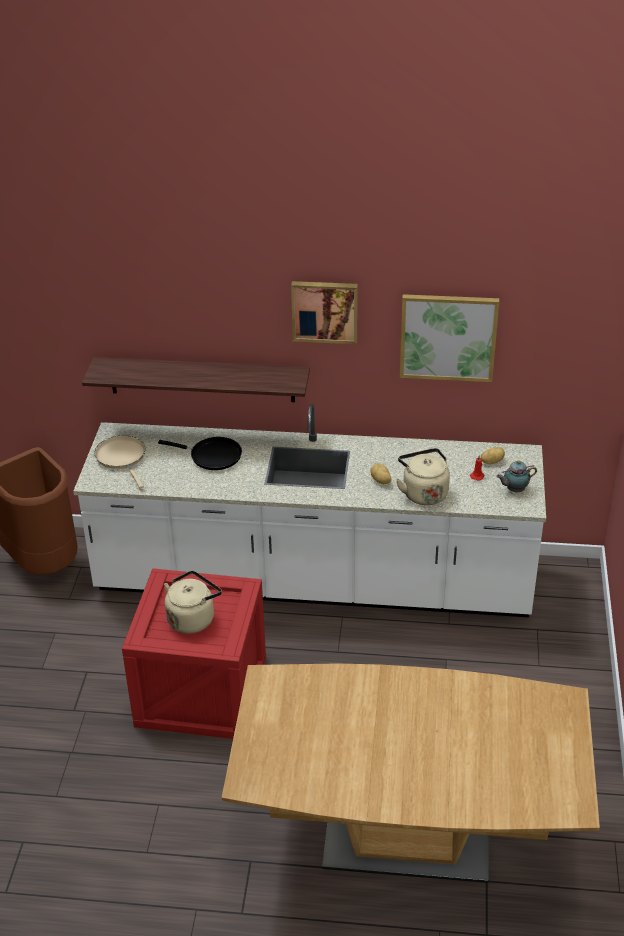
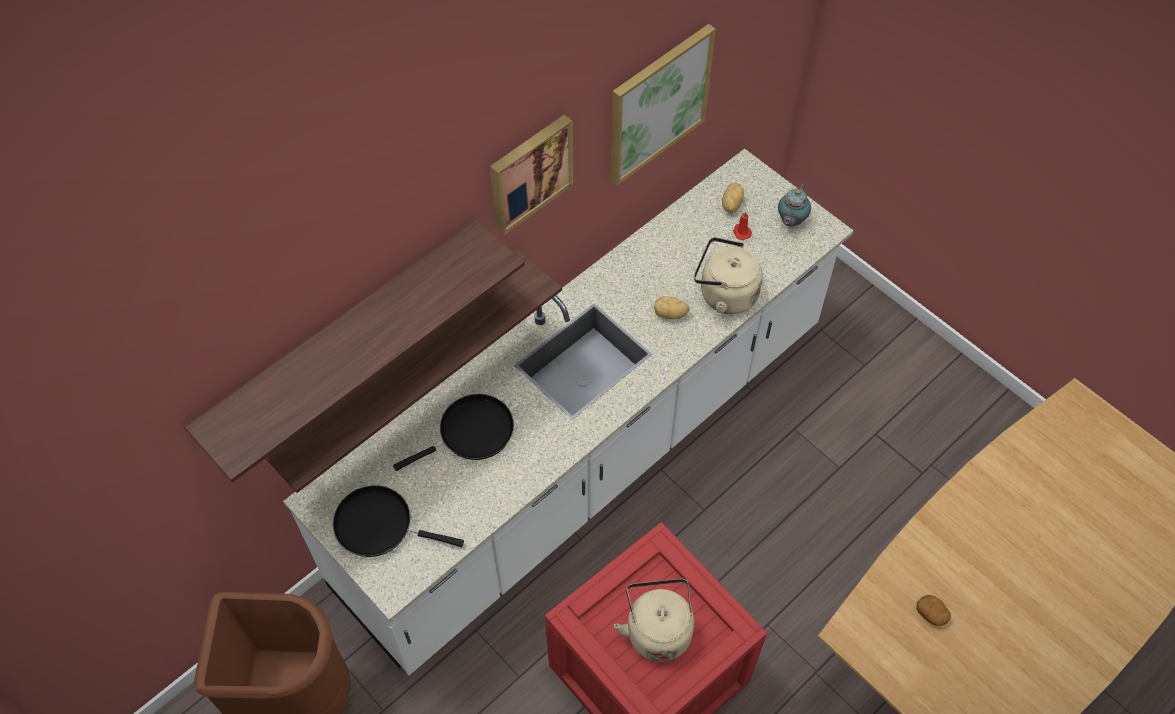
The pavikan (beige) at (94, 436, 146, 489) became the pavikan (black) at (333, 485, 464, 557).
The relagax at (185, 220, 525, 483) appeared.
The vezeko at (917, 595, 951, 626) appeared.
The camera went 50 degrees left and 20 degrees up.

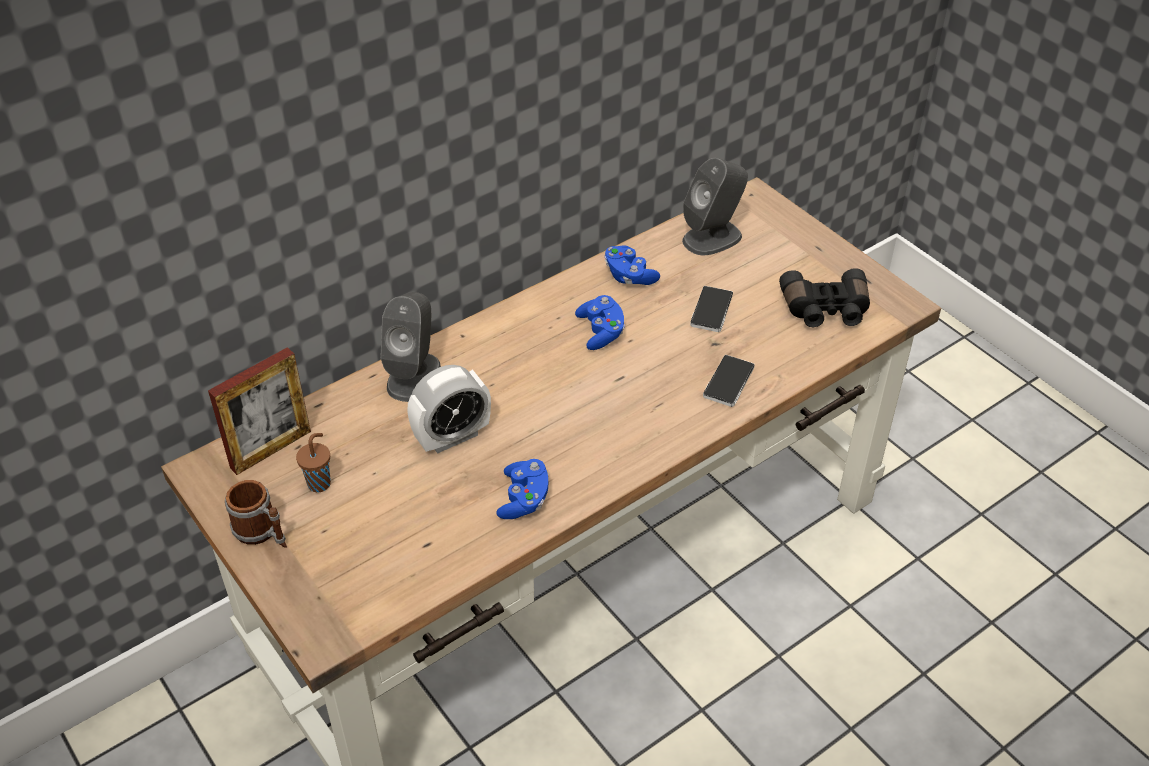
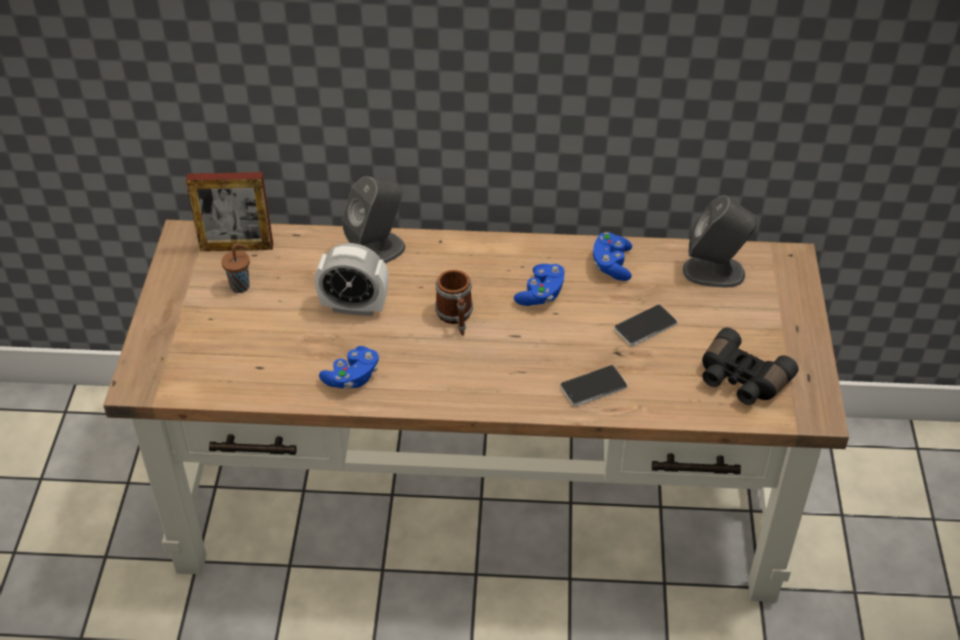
The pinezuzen moved from (225, 480, 287, 548) to (435, 270, 473, 336).
The camera went 40 degrees right and 0 degrees up.

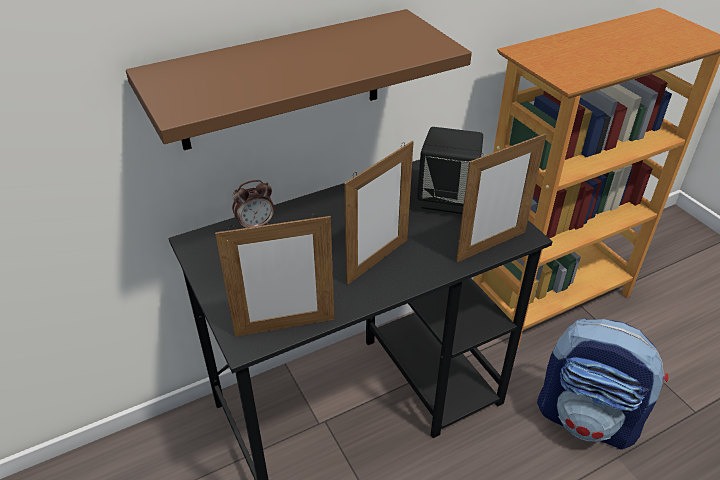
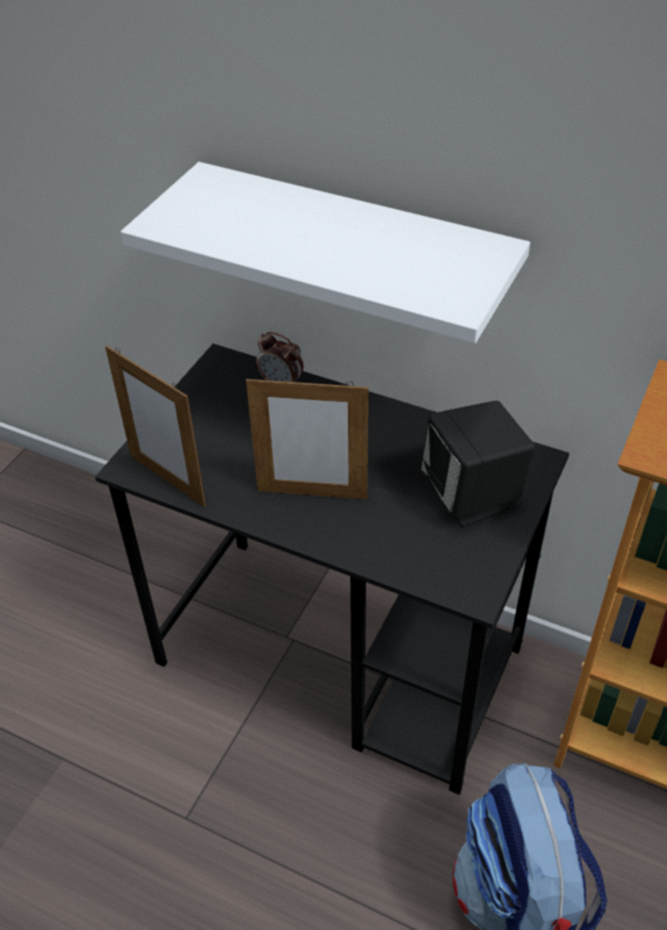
The relagax (brown) at (126, 9, 472, 150) became the relagax (white) at (121, 162, 530, 344).
The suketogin at (456, 133, 547, 262) disappeared.
The camera went 55 degrees right and 5 degrees up.

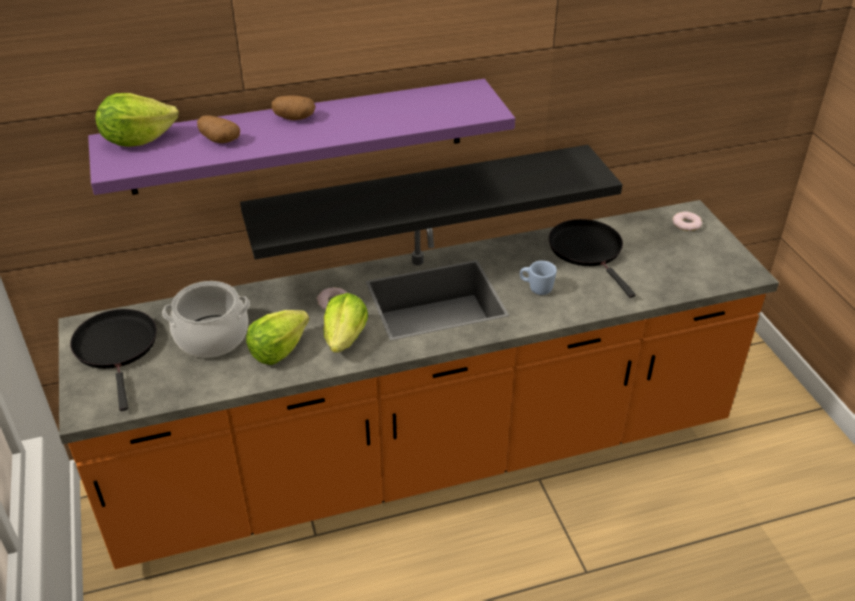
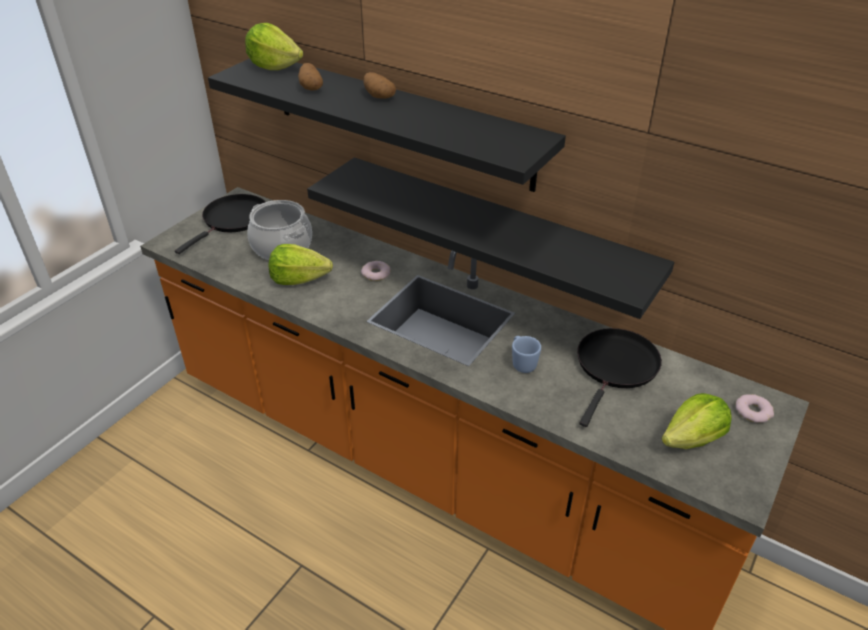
The relagax (purple) at (88, 79, 515, 195) became the relagax (black) at (208, 58, 566, 192).
The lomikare moved from (323, 293, 368, 353) to (662, 393, 732, 449).
The camera went 50 degrees right and 0 degrees up.

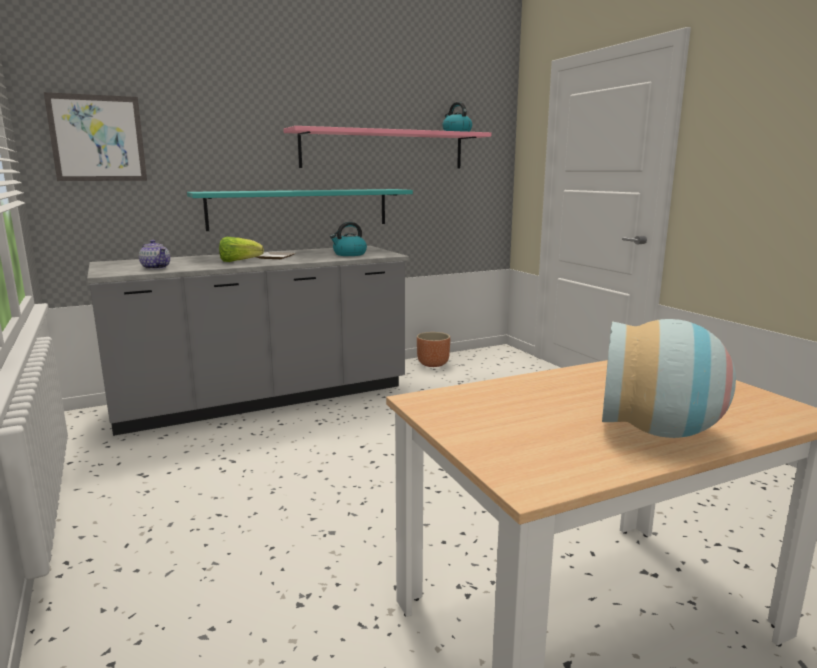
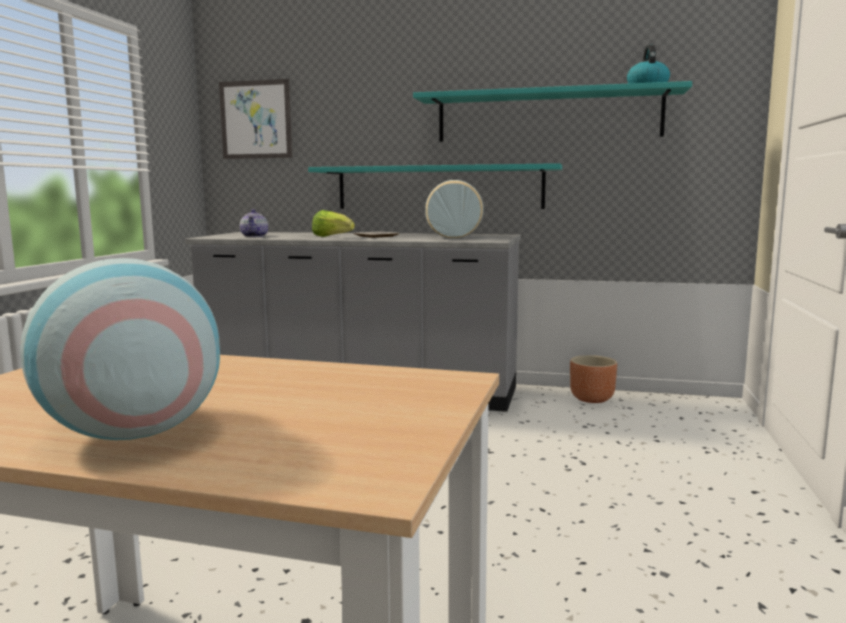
The relagax (pink) at (283, 126, 491, 168) became the relagax (turquoise) at (413, 81, 692, 142).
The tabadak at (330, 222, 367, 256) was replaced by the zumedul at (425, 180, 483, 239).
The camera went 40 degrees right and 5 degrees down.

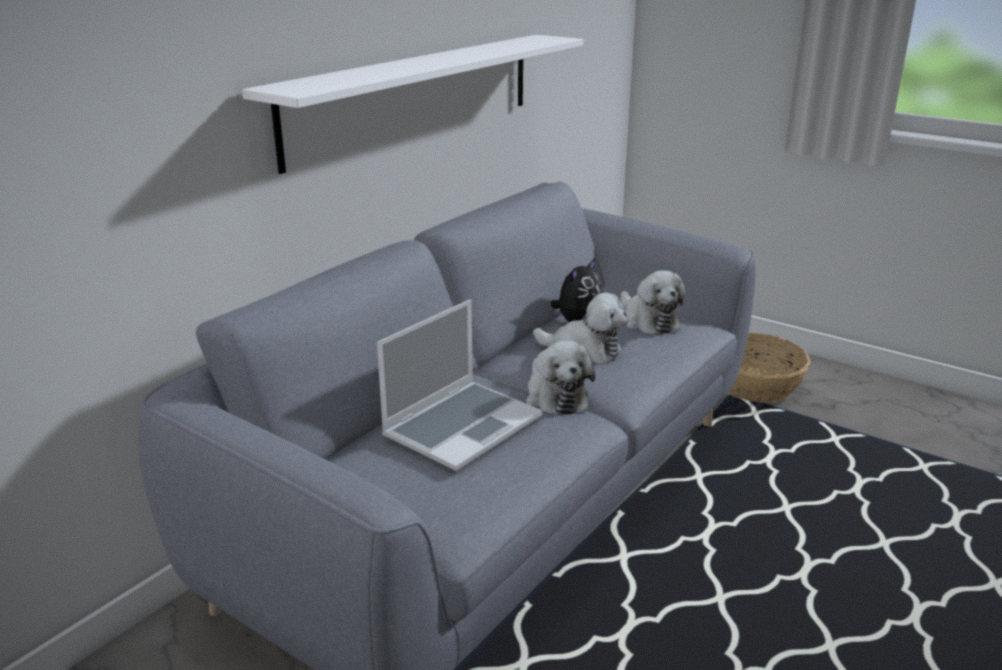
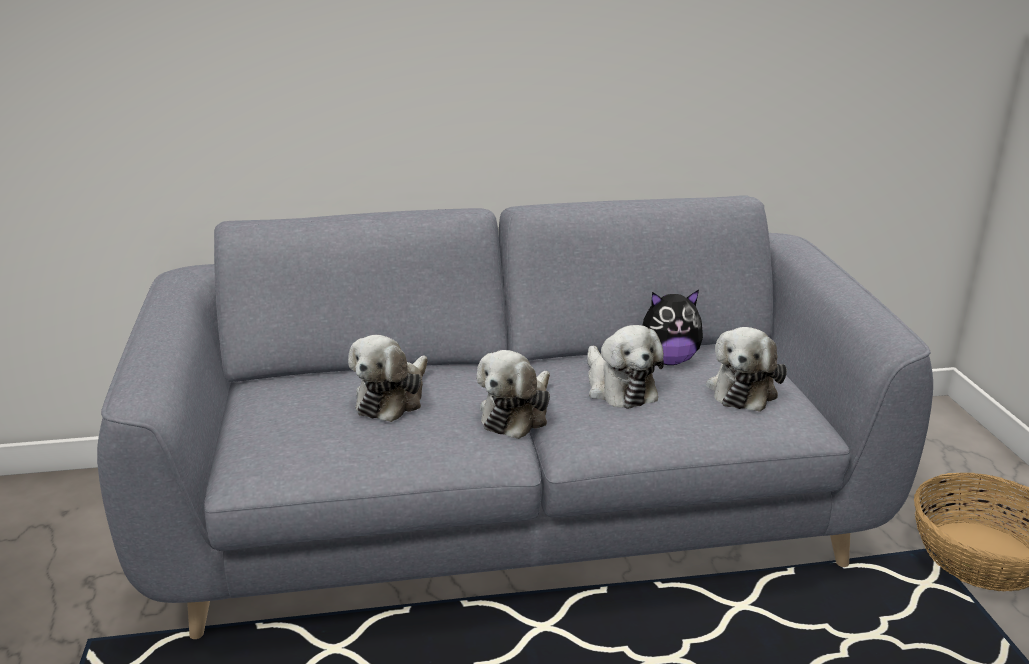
The relagax (white) at (242, 35, 583, 174) disappeared.
The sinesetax at (377, 299, 543, 471) was replaced by the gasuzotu at (348, 335, 428, 422).
The camera went 45 degrees right and 0 degrees up.

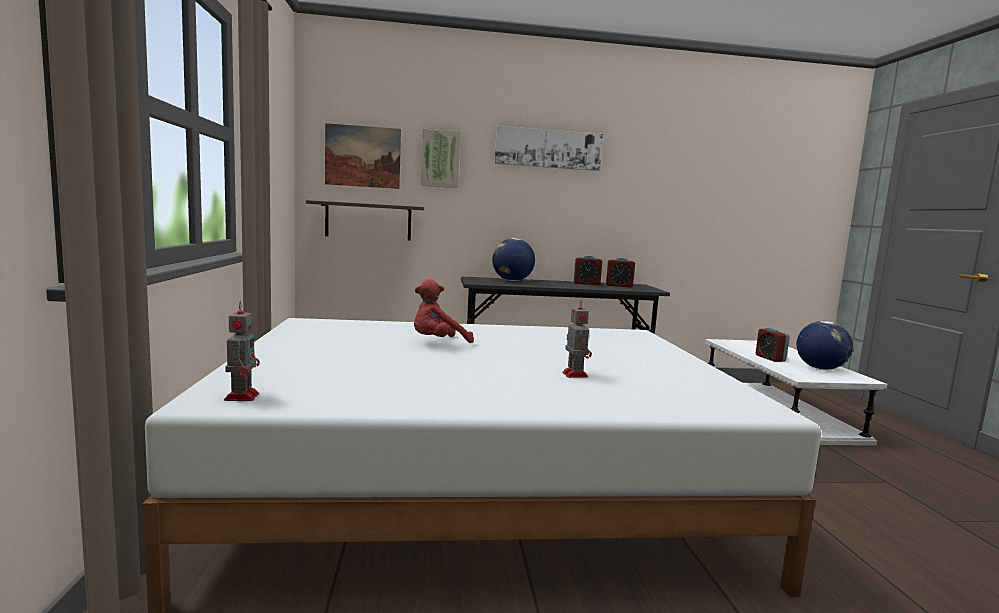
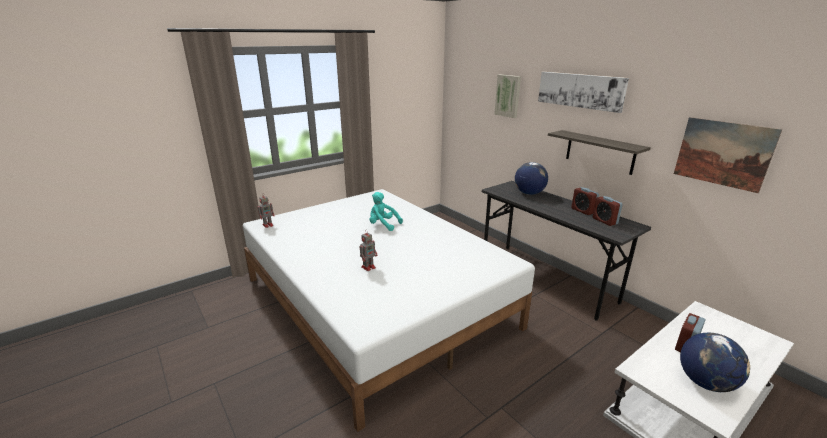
The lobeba moved from (325, 123, 401, 189) to (674, 117, 783, 193).
The relagax moved from (306, 200, 424, 241) to (548, 130, 651, 175).
The gasuzotu (red) at (414, 279, 474, 343) became the gasuzotu (turquoise) at (370, 192, 403, 231).
The camera went 60 degrees right and 15 degrees up.

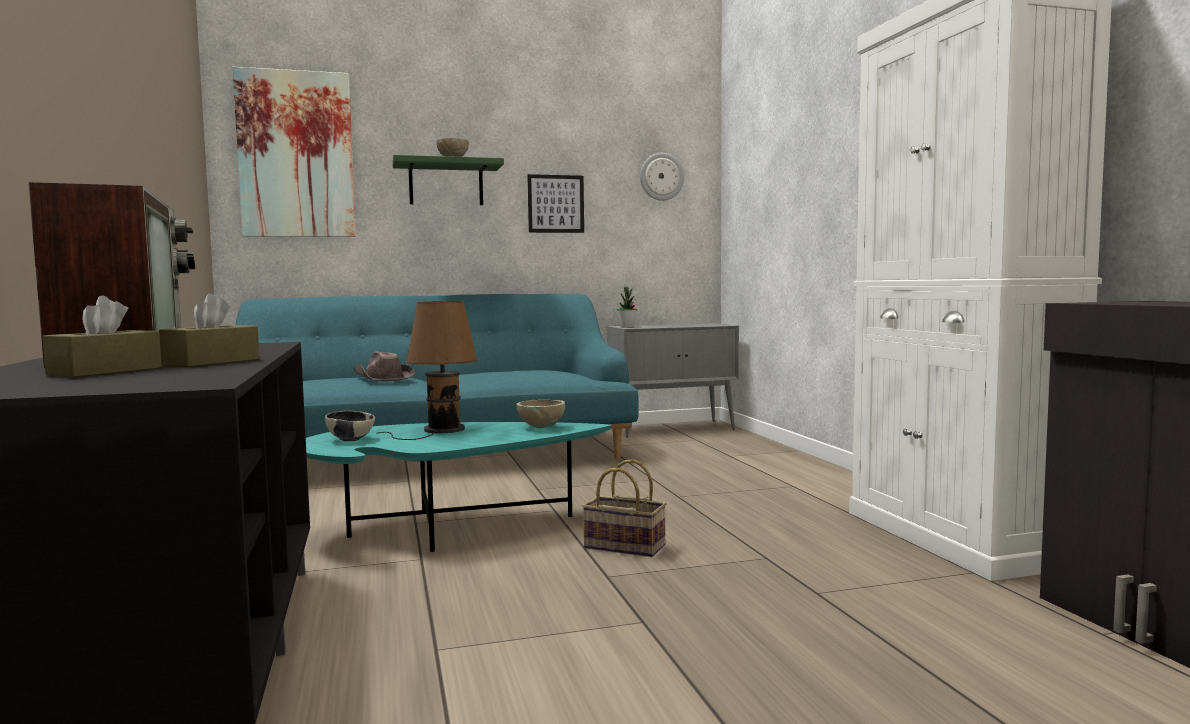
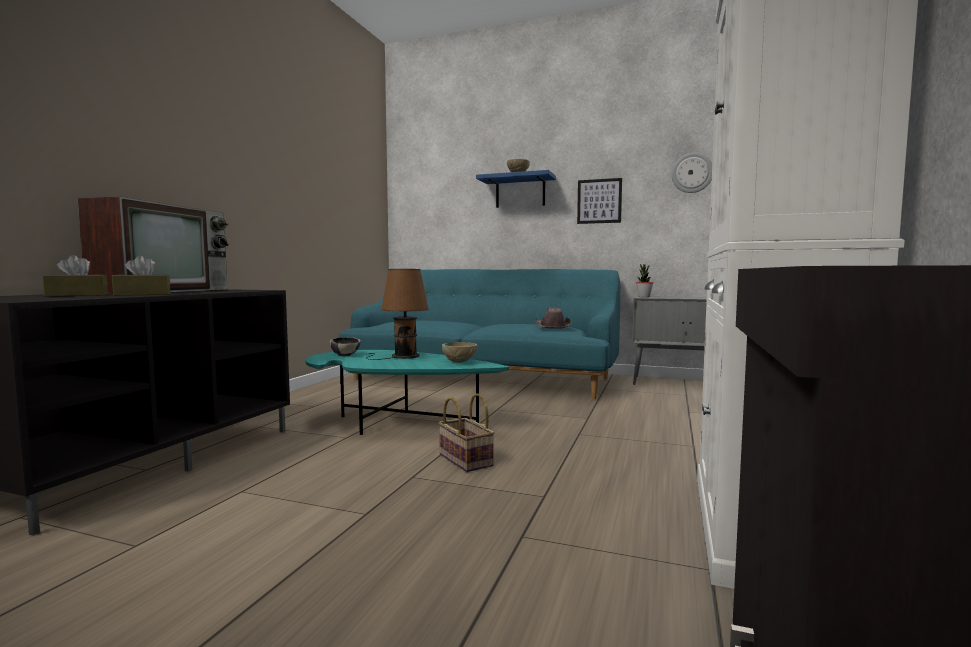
The lobeba at (233, 67, 356, 237) disappeared.
The relagax (green) at (393, 155, 504, 205) became the relagax (blue) at (476, 170, 556, 208).
The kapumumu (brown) moved from (354, 351, 415, 381) to (535, 307, 571, 329).
The camera went 35 degrees right and 0 degrees up.

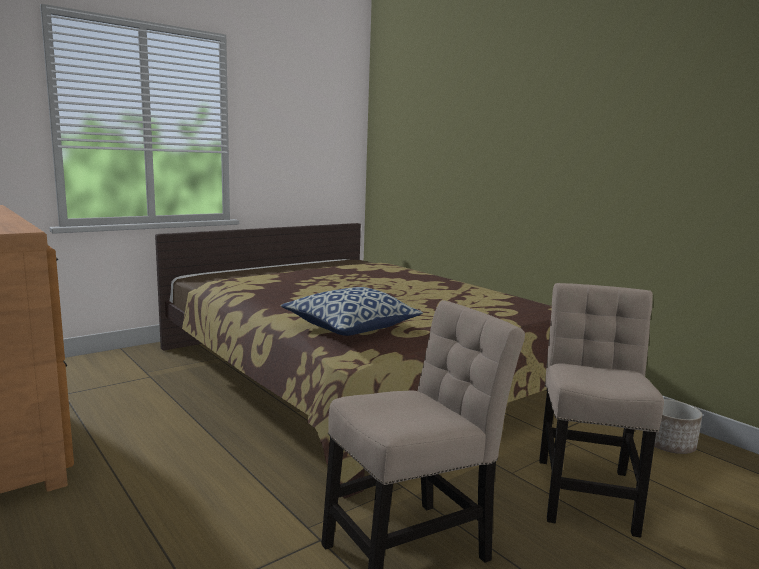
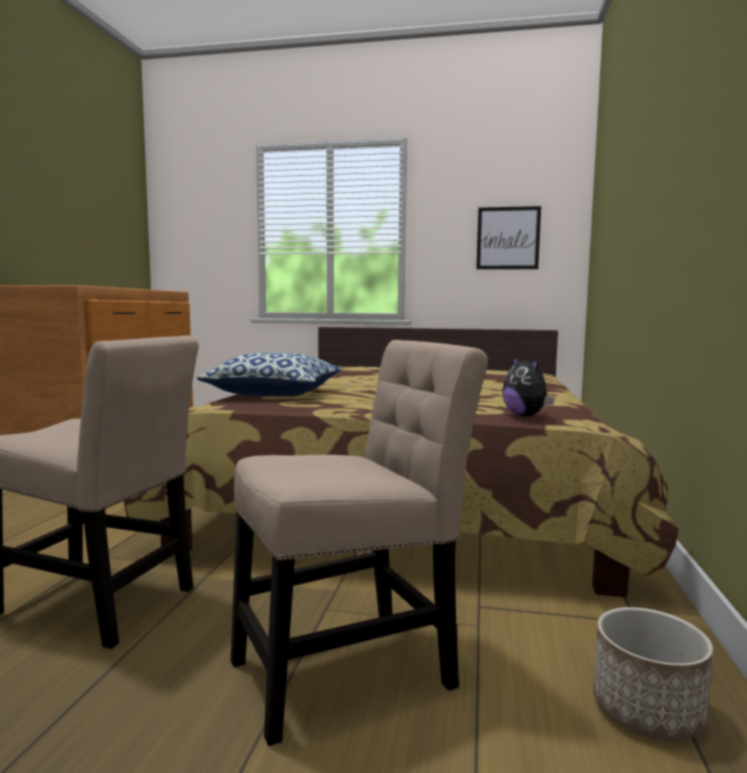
The lobeba at (476, 206, 541, 269) appeared.
The gasuzotu at (502, 355, 555, 416) appeared.
The camera went 50 degrees right and 5 degrees down.

